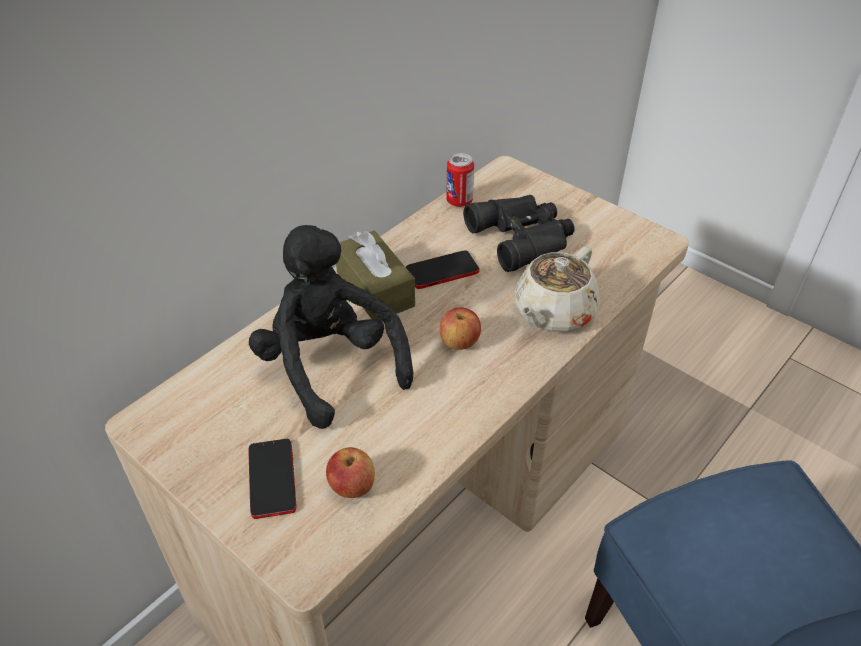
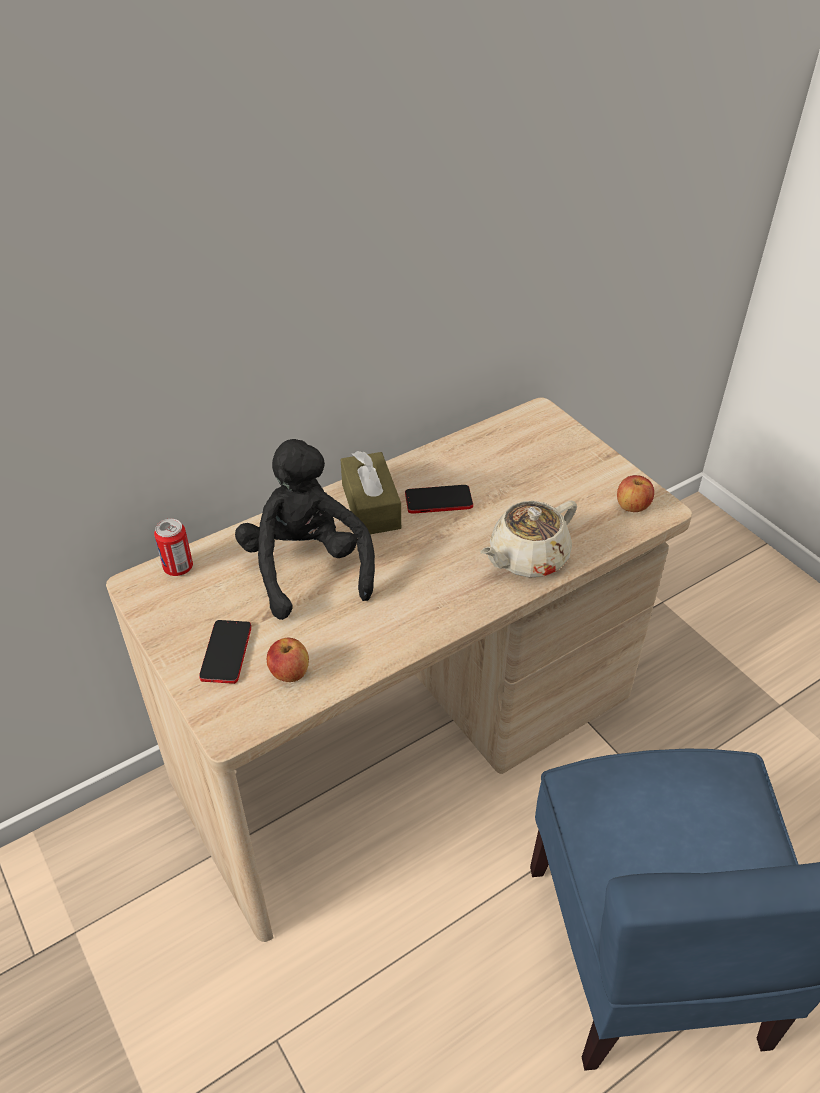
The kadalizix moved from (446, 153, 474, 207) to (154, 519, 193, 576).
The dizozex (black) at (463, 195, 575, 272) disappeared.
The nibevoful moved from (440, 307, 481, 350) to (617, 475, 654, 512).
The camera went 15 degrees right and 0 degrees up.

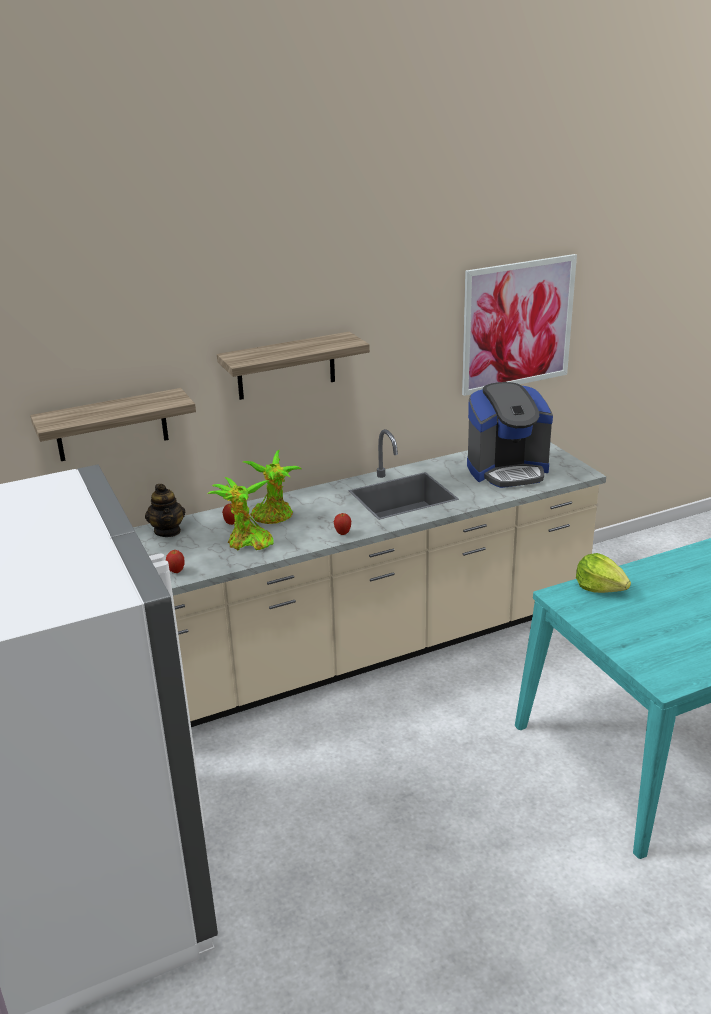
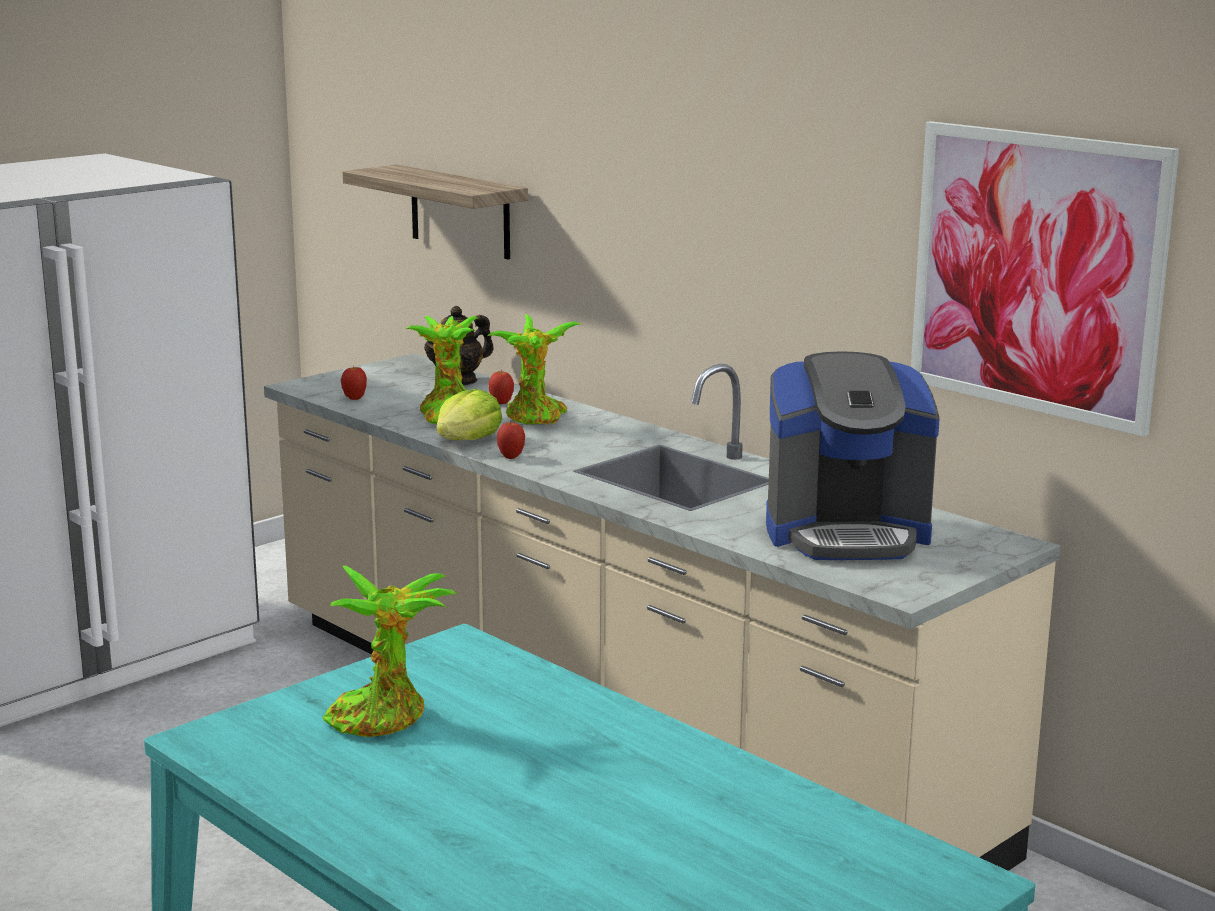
The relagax at (217, 332, 370, 400) disappeared.
The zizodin at (467, 382, 553, 488) turned 60 degrees counterclockwise.
The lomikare moved from (576, 553, 631, 593) to (436, 389, 502, 440).
The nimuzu at (323, 565, 458, 737) appeared.
The camera went 70 degrees right and 10 degrees down.

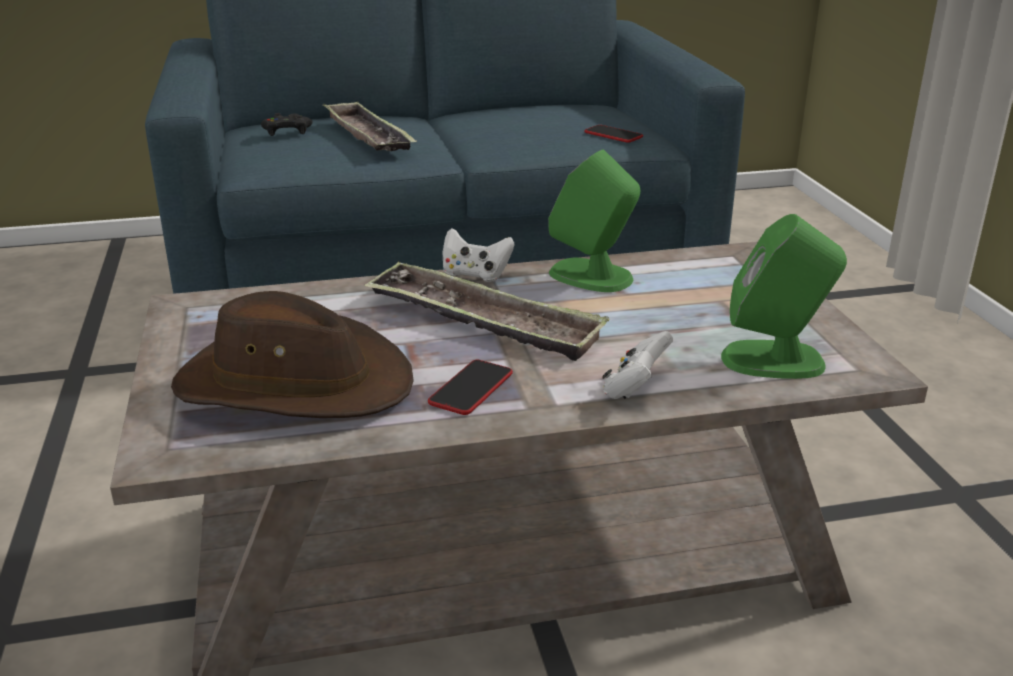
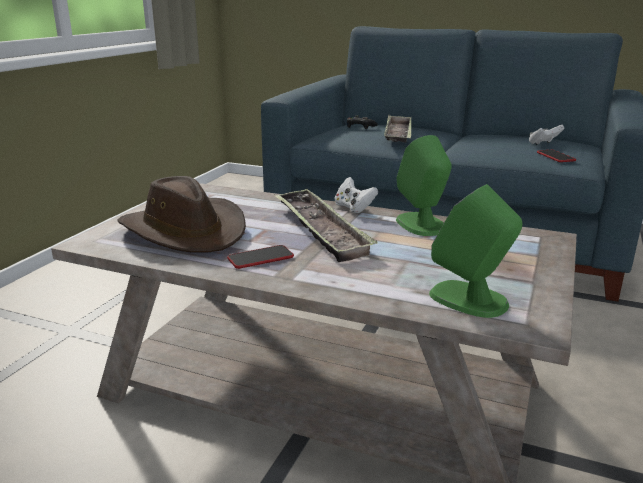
The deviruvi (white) moved from (602, 331, 673, 399) to (529, 125, 564, 145).
The camera went 35 degrees right and 5 degrees down.

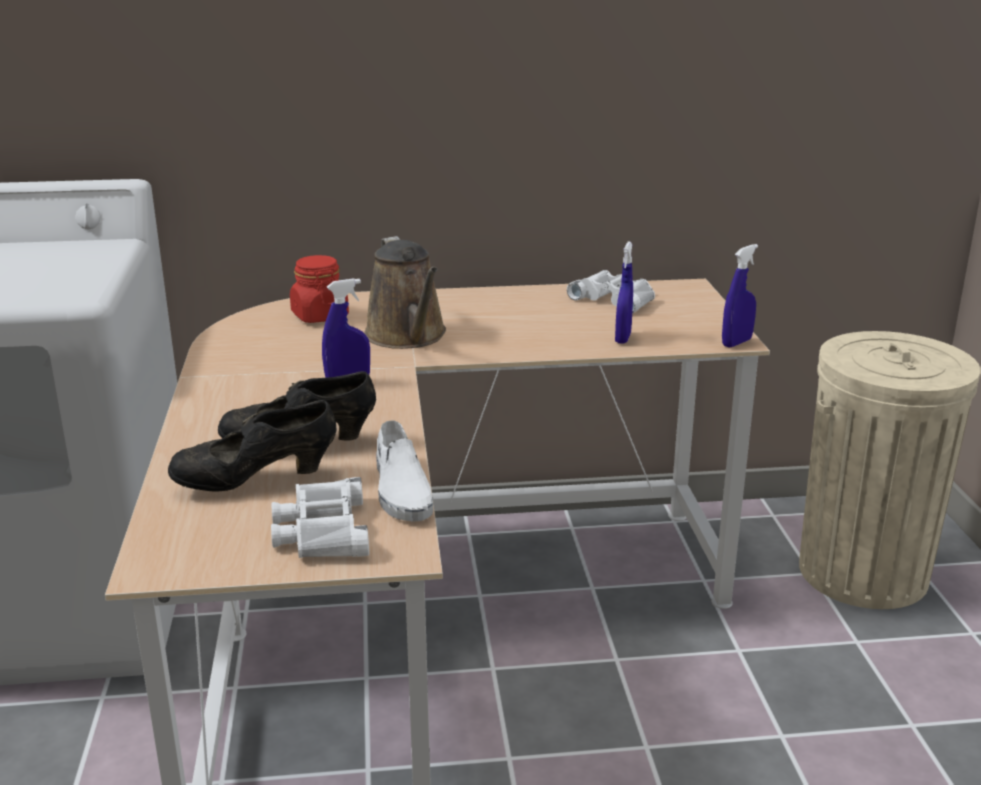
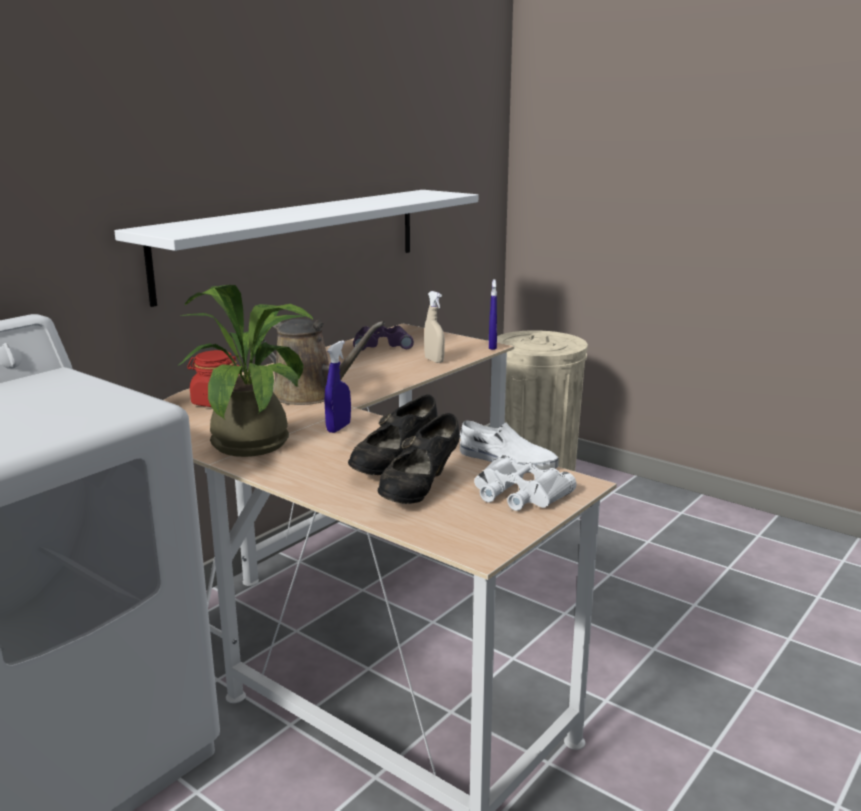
The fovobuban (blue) at (615, 242, 633, 344) became the fovobuban (beige) at (424, 291, 445, 363).
The dizozex (white) at (567, 270, 655, 314) became the dizozex (purple) at (353, 325, 414, 351).
The relagax (white) at (114, 190, 478, 307) appeared.
The nimuzu at (179, 285, 313, 457) appeared.
The camera went 45 degrees left and 5 degrees down.

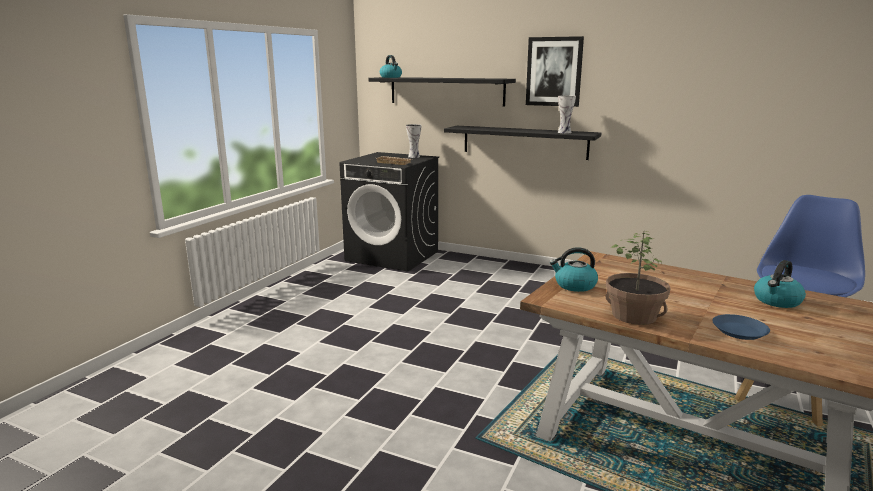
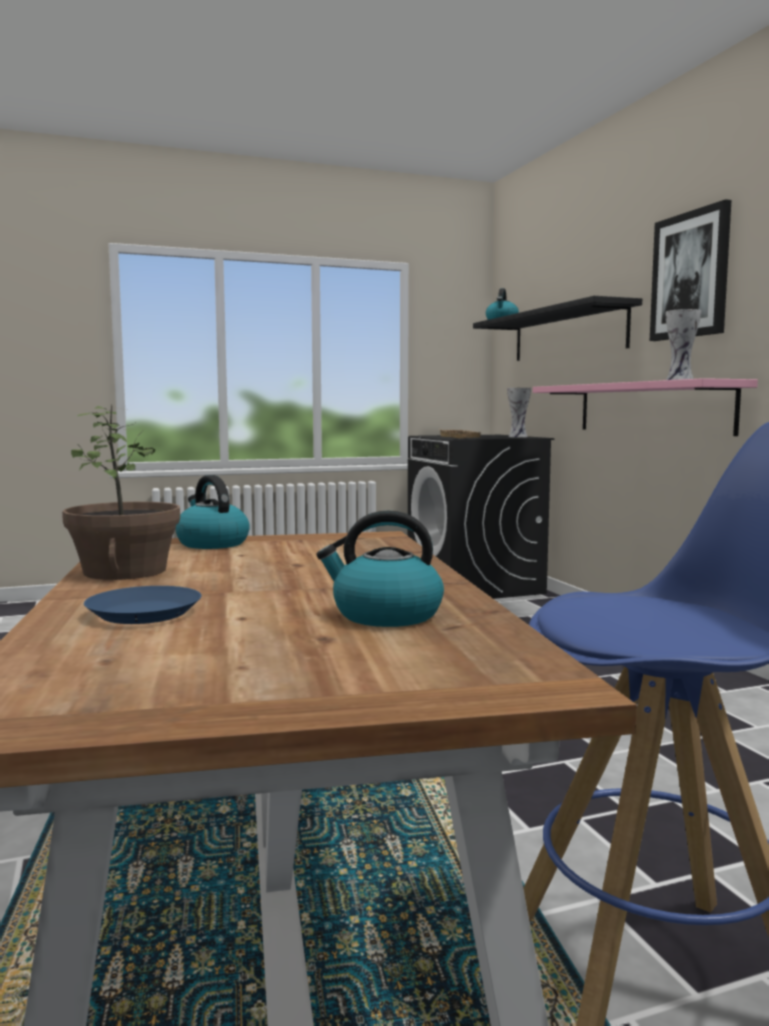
The relagax (black) at (444, 126, 602, 160) became the relagax (pink) at (533, 378, 758, 436).
The camera went 45 degrees right and 10 degrees down.

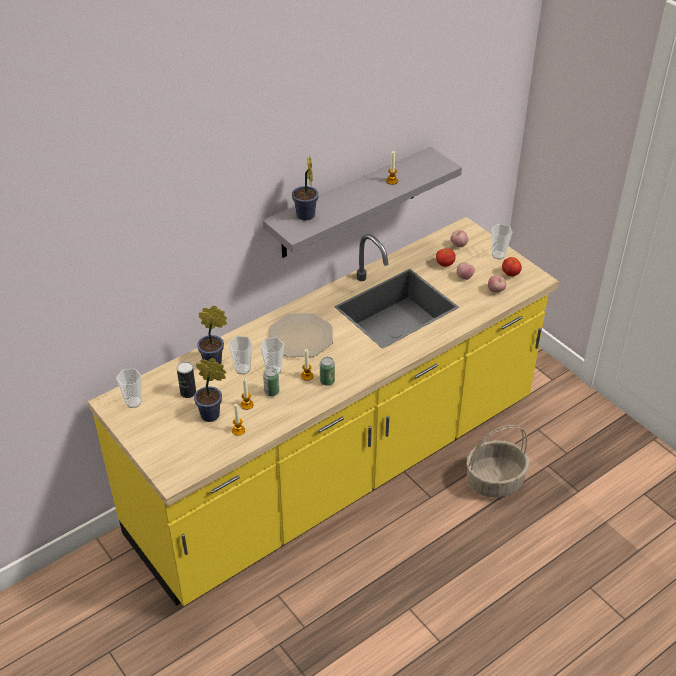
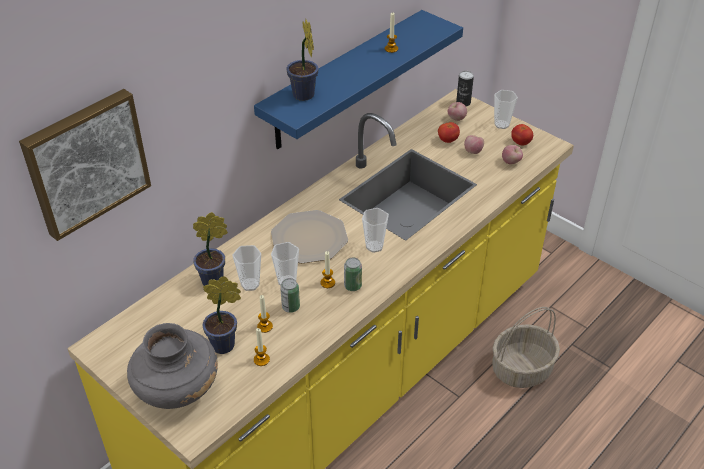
The relagax (grey) at (263, 147, 462, 258) became the relagax (blue) at (254, 10, 463, 149).
The kadalizix moved from (177, 362, 196, 398) to (456, 71, 474, 107).
The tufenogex moved from (116, 369, 142, 408) to (362, 208, 389, 253).
The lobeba at (19, 89, 151, 241) appeared.
The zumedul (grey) at (127, 323, 218, 409) appeared.
The camera went 10 degrees left and 0 degrees up.

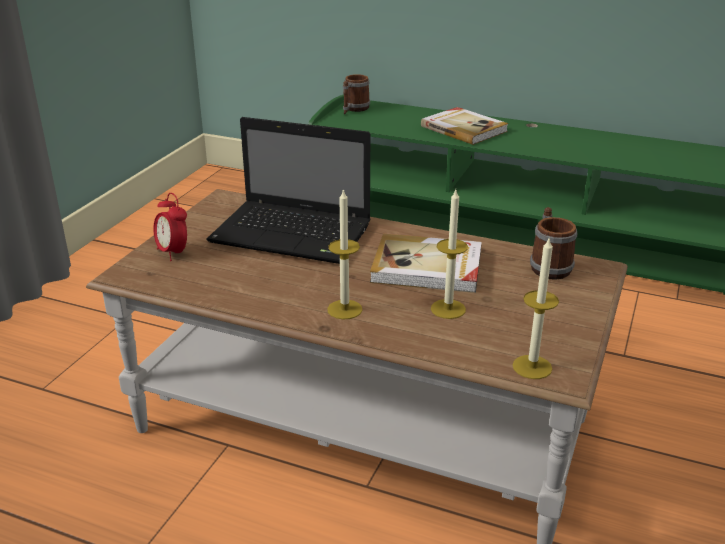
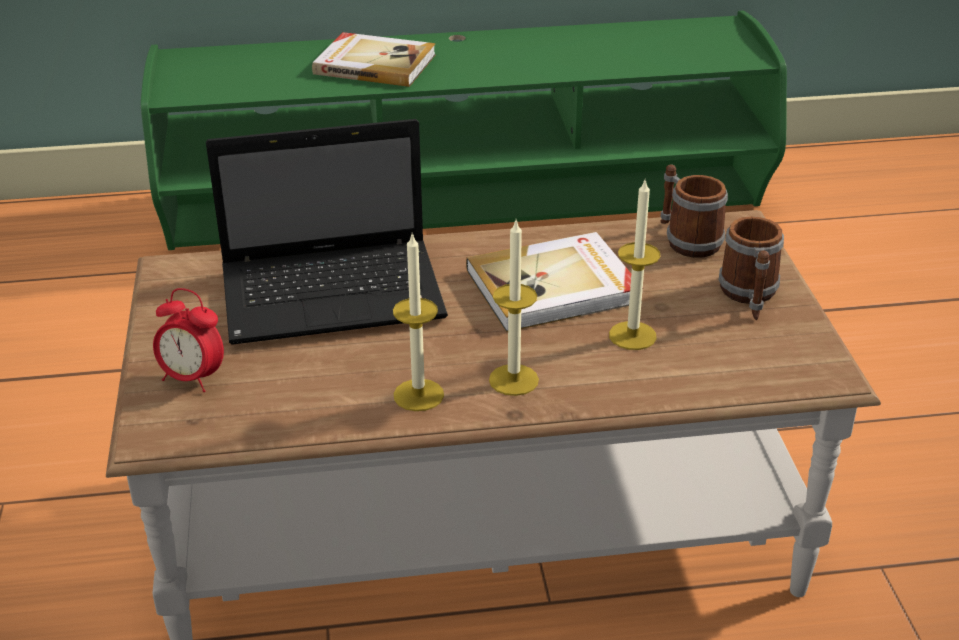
The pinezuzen moved from (343, 74, 370, 114) to (719, 216, 784, 320).
The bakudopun moved from (513, 239, 559, 379) to (393, 232, 444, 411).
The camera went 30 degrees left and 5 degrees up.

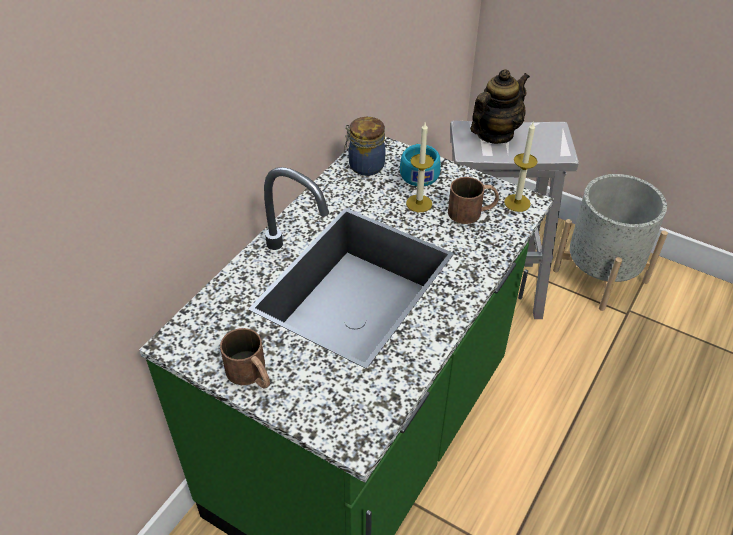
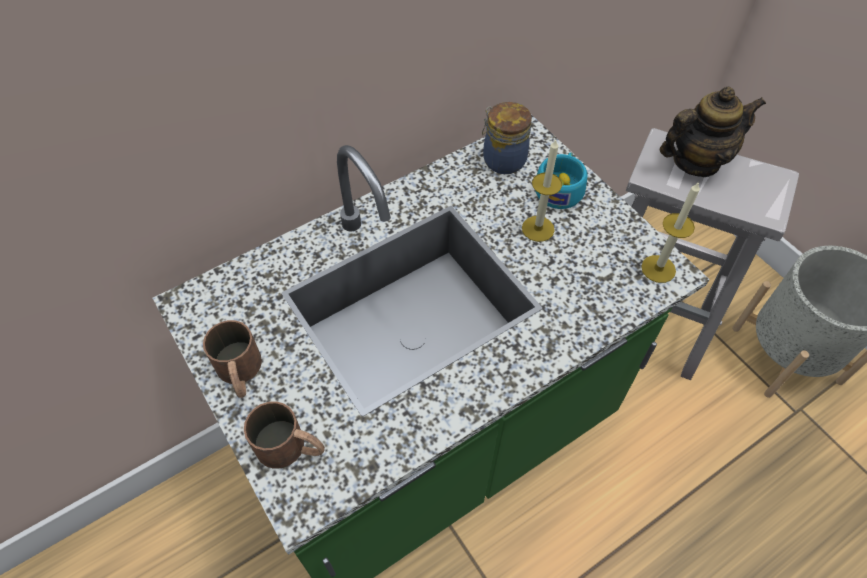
The pinezuzen (brown) moved from (448, 177, 499, 224) to (244, 401, 325, 469).
The camera went 25 degrees right and 10 degrees up.

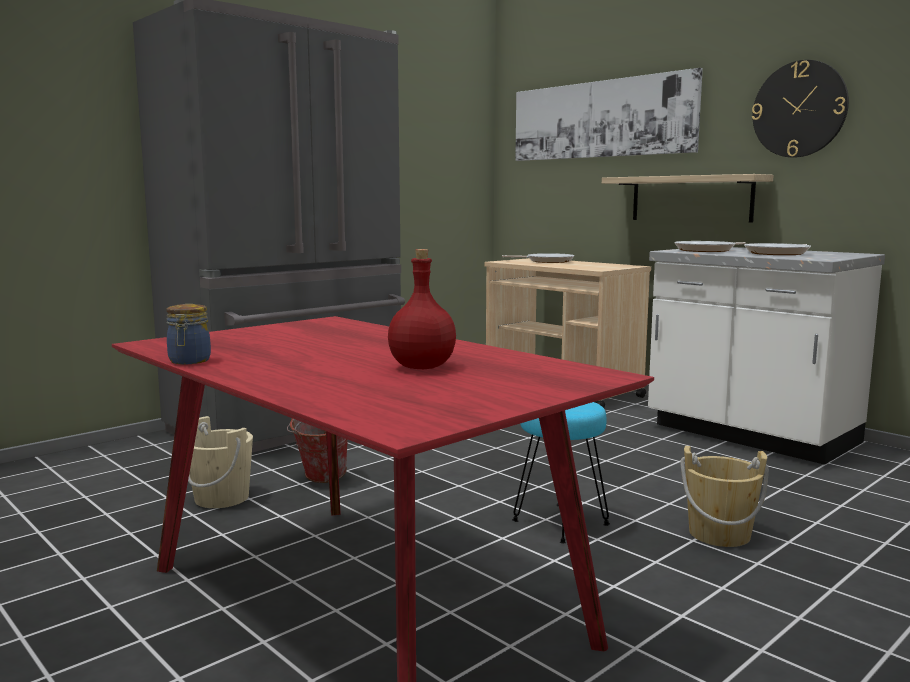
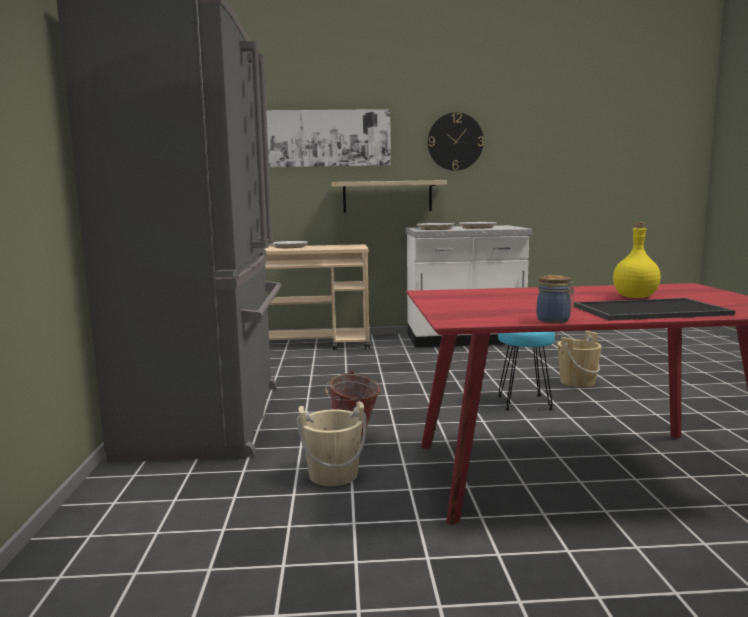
The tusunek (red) at (388, 249, 456, 369) became the tusunek (yellow) at (613, 222, 661, 298).
The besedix at (574, 298, 735, 320) appeared.
The camera went 50 degrees left and 0 degrees up.

